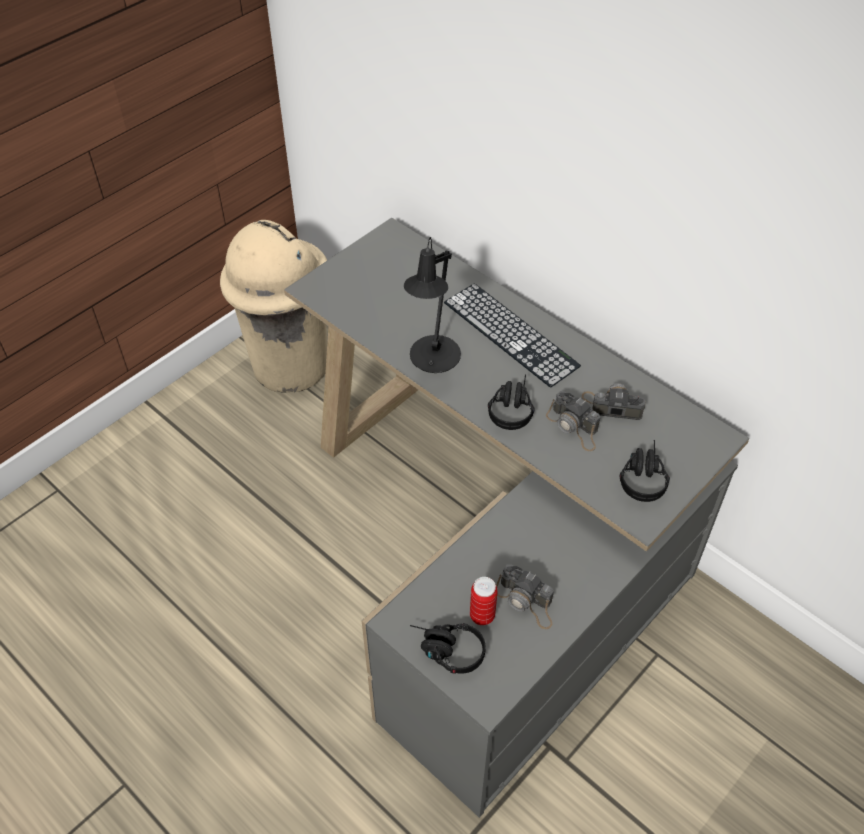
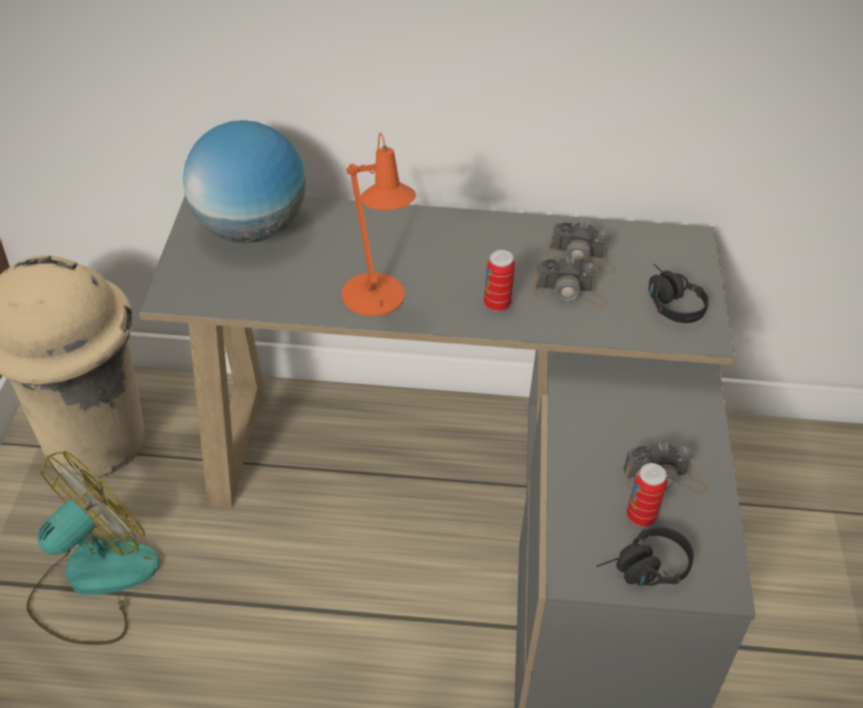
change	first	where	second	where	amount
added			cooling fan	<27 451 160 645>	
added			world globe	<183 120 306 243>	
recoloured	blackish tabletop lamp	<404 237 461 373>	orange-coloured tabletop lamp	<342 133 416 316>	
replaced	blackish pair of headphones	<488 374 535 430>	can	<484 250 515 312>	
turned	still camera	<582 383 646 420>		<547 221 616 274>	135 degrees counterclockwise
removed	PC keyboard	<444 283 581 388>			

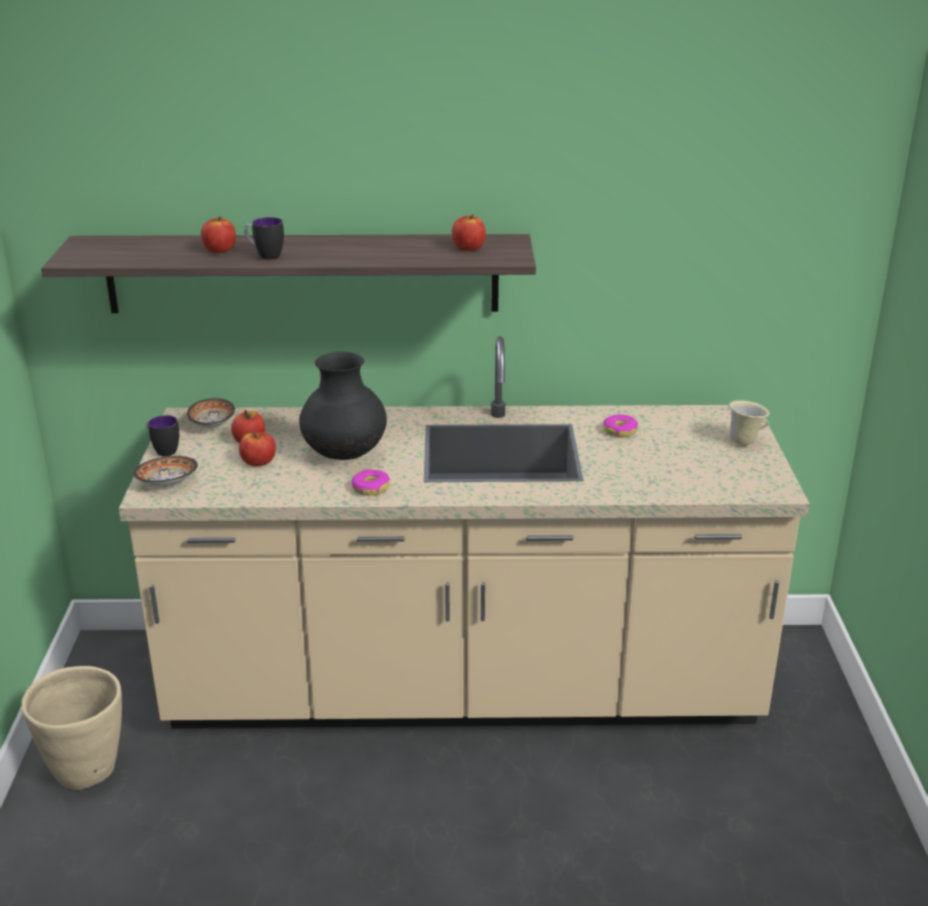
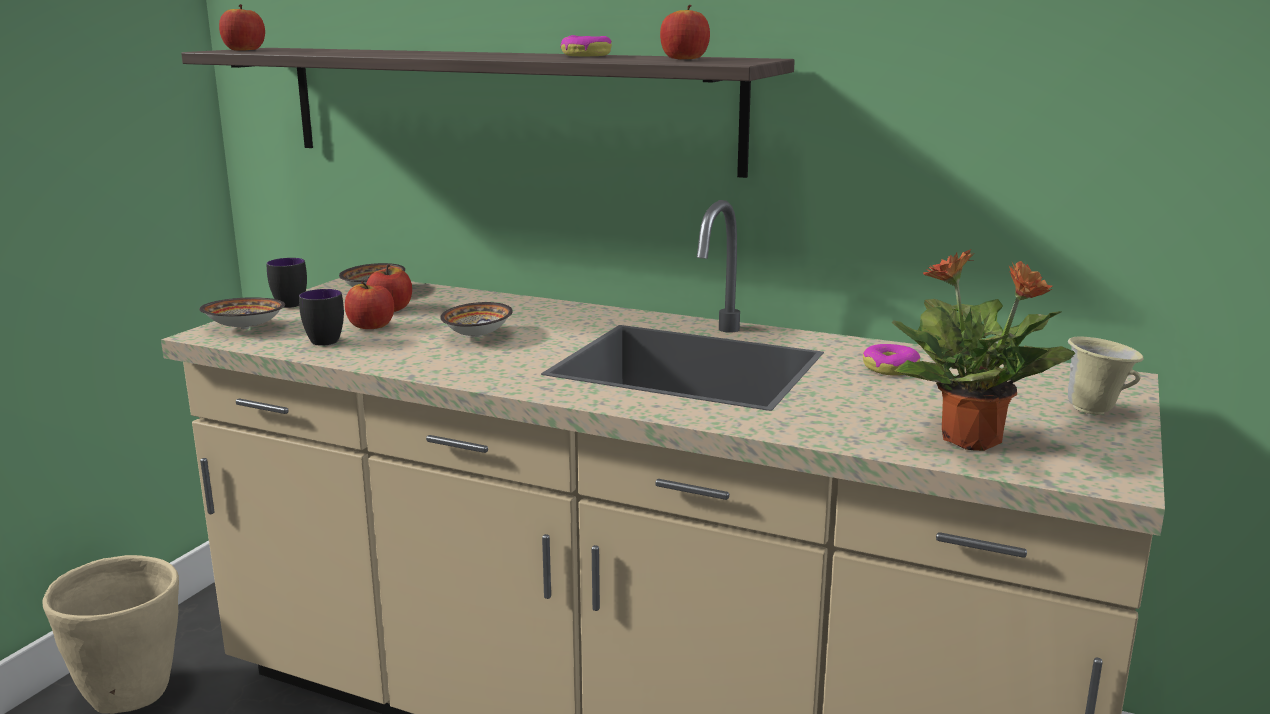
change	first	where	second	where	amount
moved	whole apple	<201 217 236 253>		<219 4 265 51>	
moved	coffee mug	<244 217 284 260>		<299 289 344 346>	
replaced	blackish flower vase	<299 352 387 460>	serving bowl	<440 302 513 337>	
moved	ring doughnut	<352 469 390 495>		<560 35 612 56>	
added			houseplant	<892 249 1076 451>	

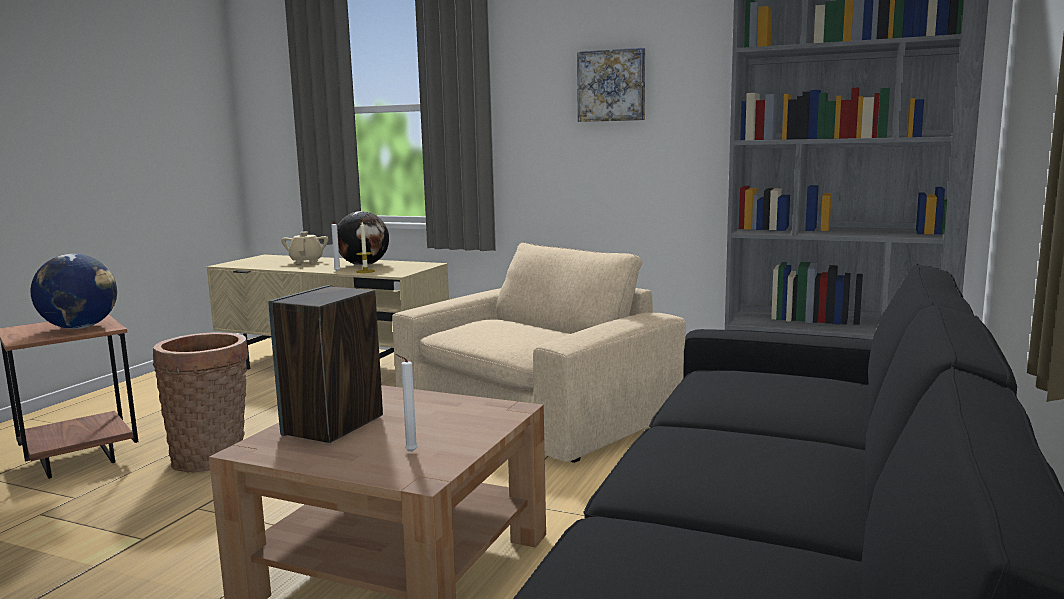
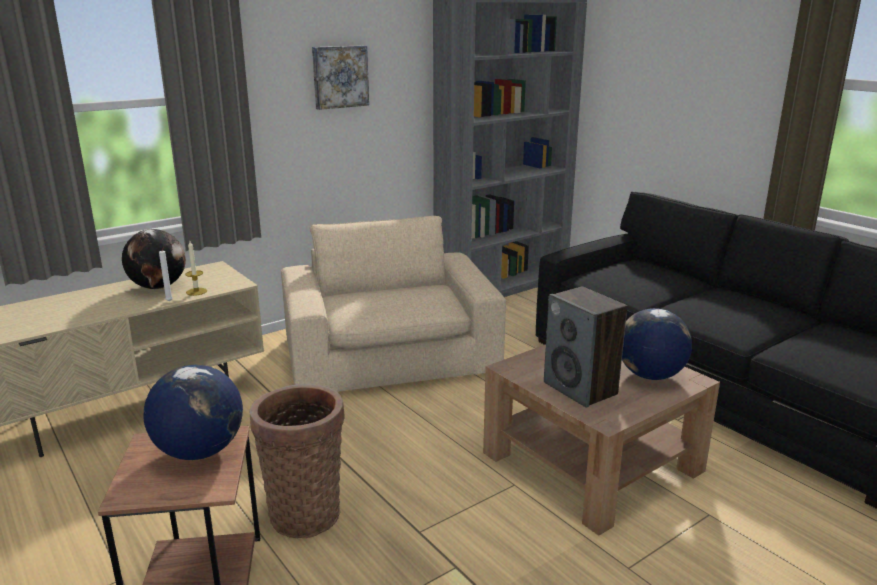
change	first	where	second	where	amount
replaced	white-coloured wax light	<395 354 418 452>	world globe	<622 308 692 380>	
removed	sand-coloured pot for tea	<281 232 328 264>			

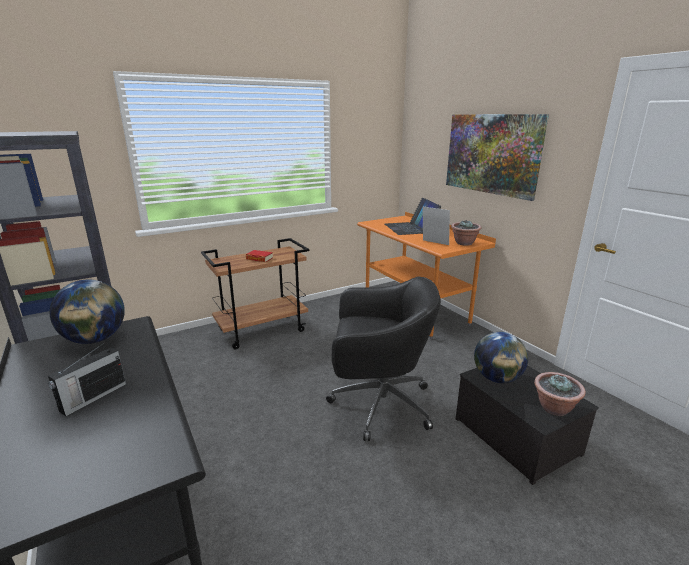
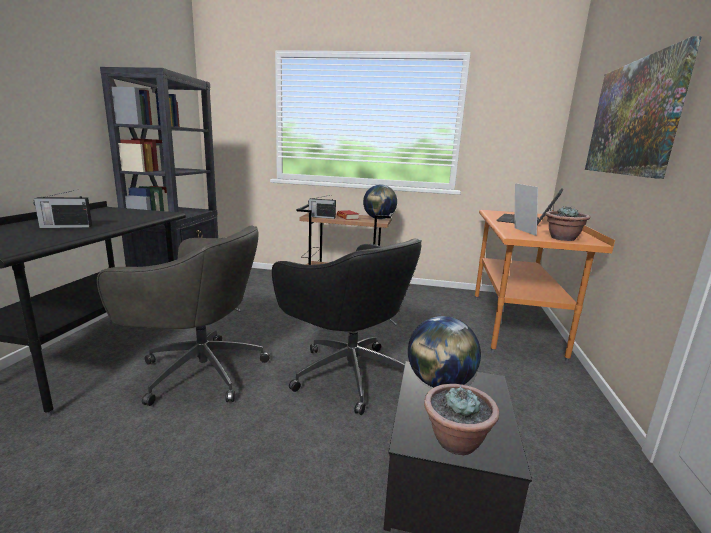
change	first	where	second	where	amount
added			grey office chair	<97 226 270 406>	
added			radio receiver	<308 195 336 219>	
moved	world globe	<50 280 125 344>		<363 184 397 219>	

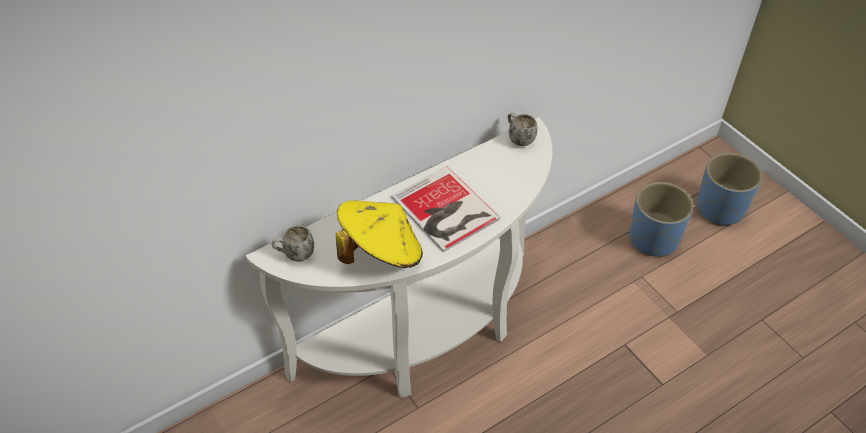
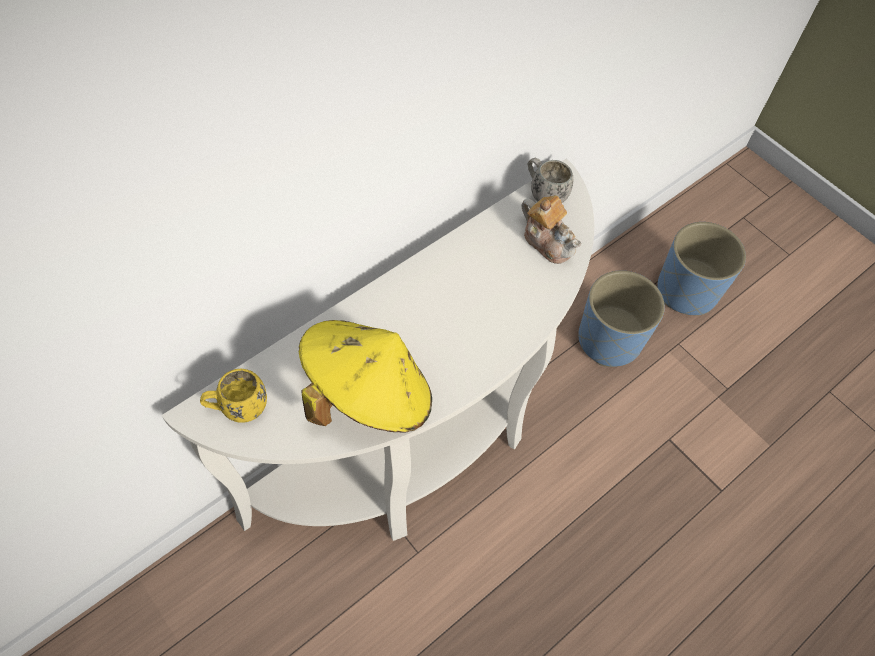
change	first	where	second	where	amount
recoloured	white-coloured coffee mug	<272 226 314 262>	yellow coffee mug	<200 369 267 423>	
added			pot for tea	<521 195 581 264>	
moved	blue-coloured planter	<697 153 762 225>		<578 270 665 367>	
removed	book	<391 166 501 252>			

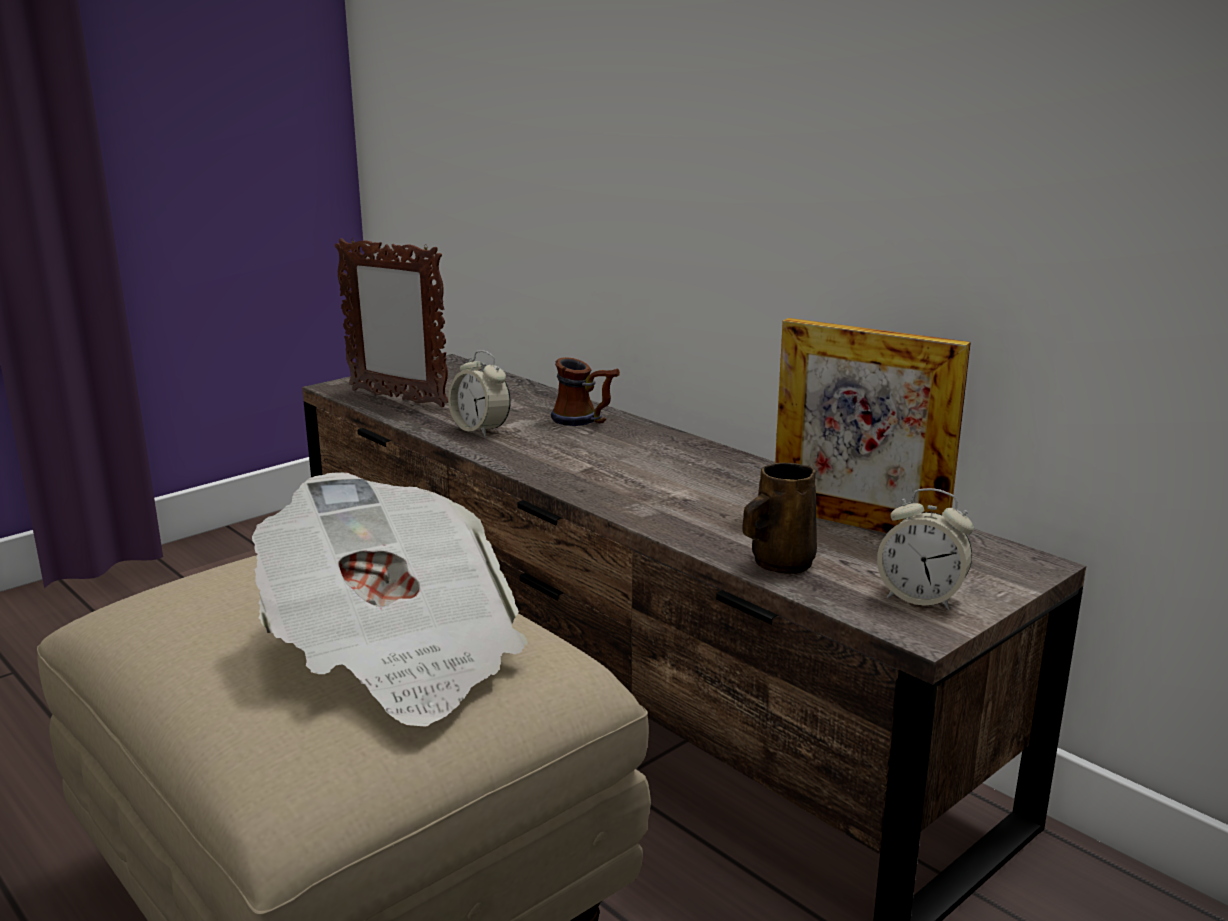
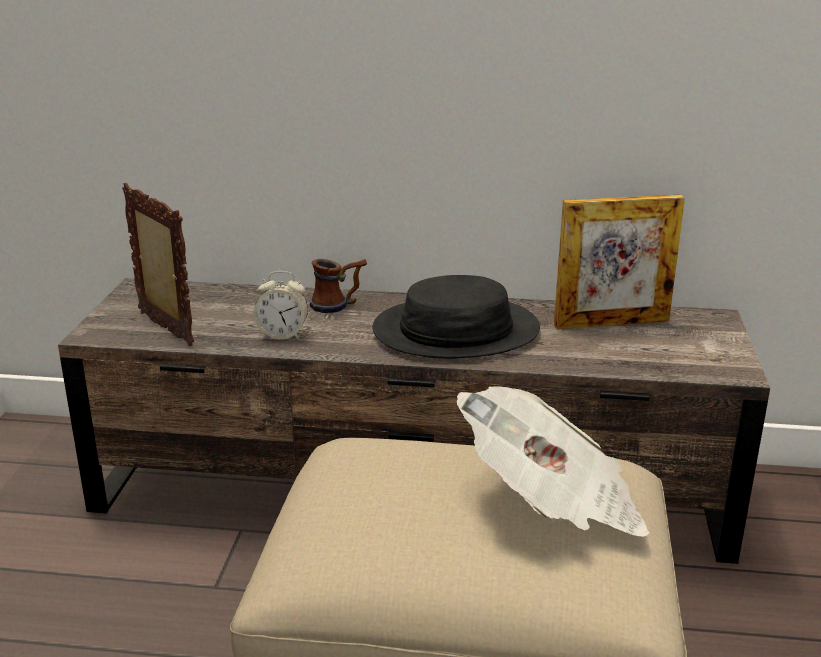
change	first	where	second	where	amount
turned	photo frame	<335 238 448 408>		<122 183 194 346>	120 degrees counterclockwise
added			blackish wearable hat	<373 275 540 359>	
removed	brownish coffee mug	<742 463 817 574>			
removed	alarm clock	<877 488 974 611>			

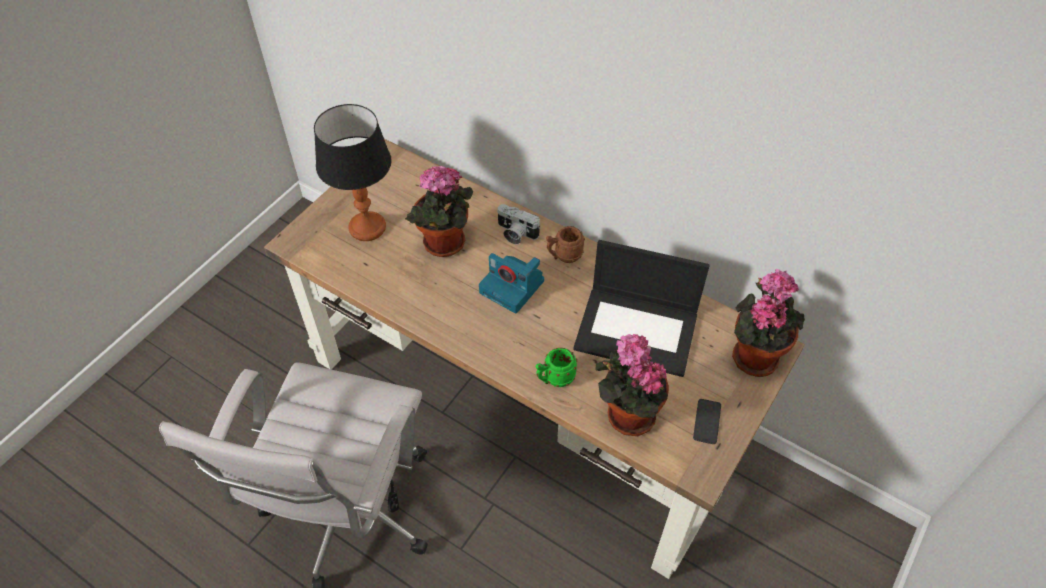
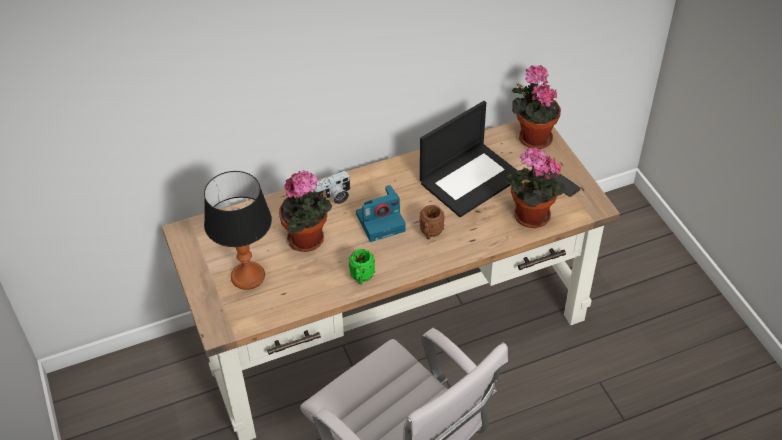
change	first	where	second	where	amount
moved	greenish coffee mug	<536 348 577 387>		<349 249 375 285>	
moved	brownish coffee mug	<546 226 585 263>		<419 205 445 239>	

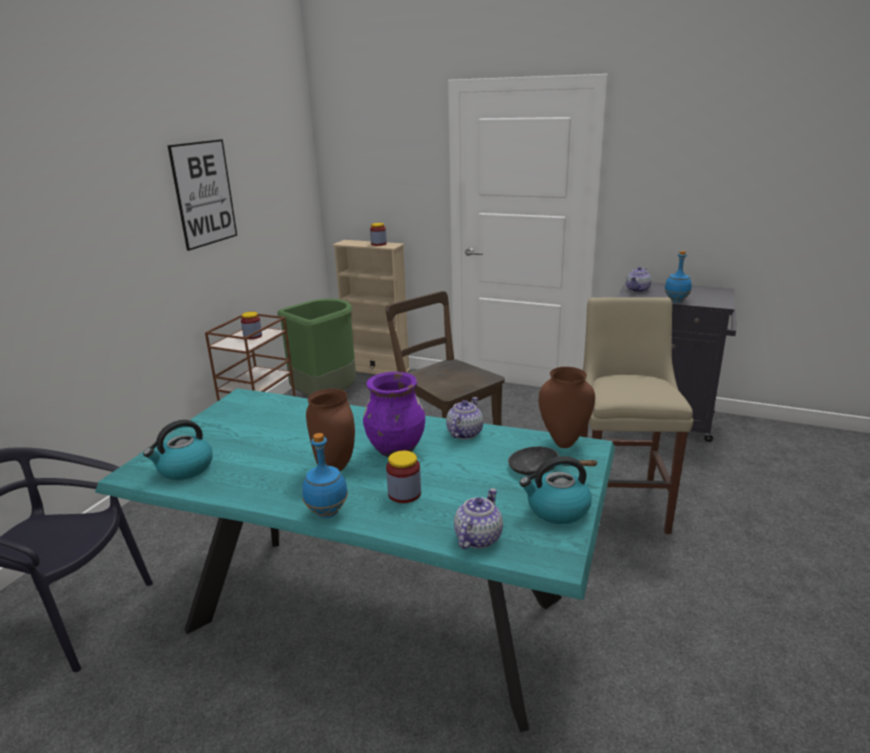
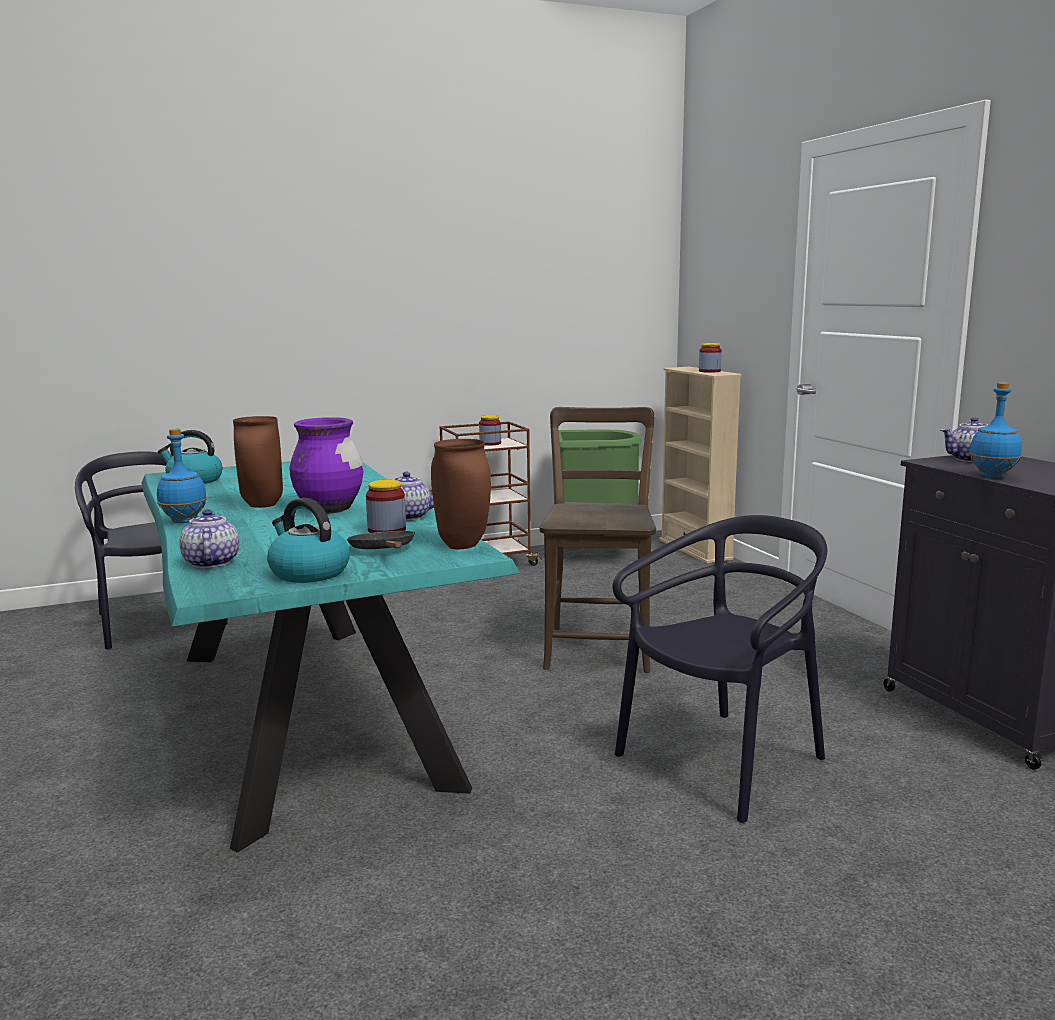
change	first	where	second	where	amount
turned	pot for tea	<454 488 503 549>		<179 509 239 568>	90 degrees counterclockwise
moved	jar	<386 451 421 503>		<366 480 406 533>	
replaced	sand-coloured stool seat	<580 297 693 534>	blackish upright chair	<612 515 827 823>	
removed	wall picture	<167 139 237 251>			

